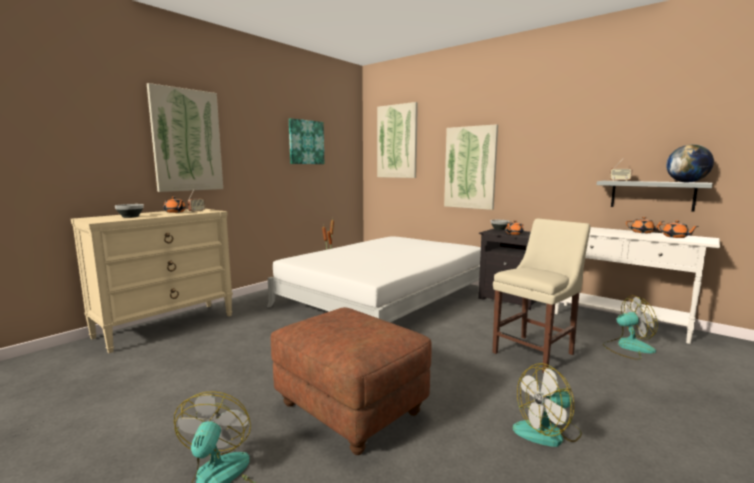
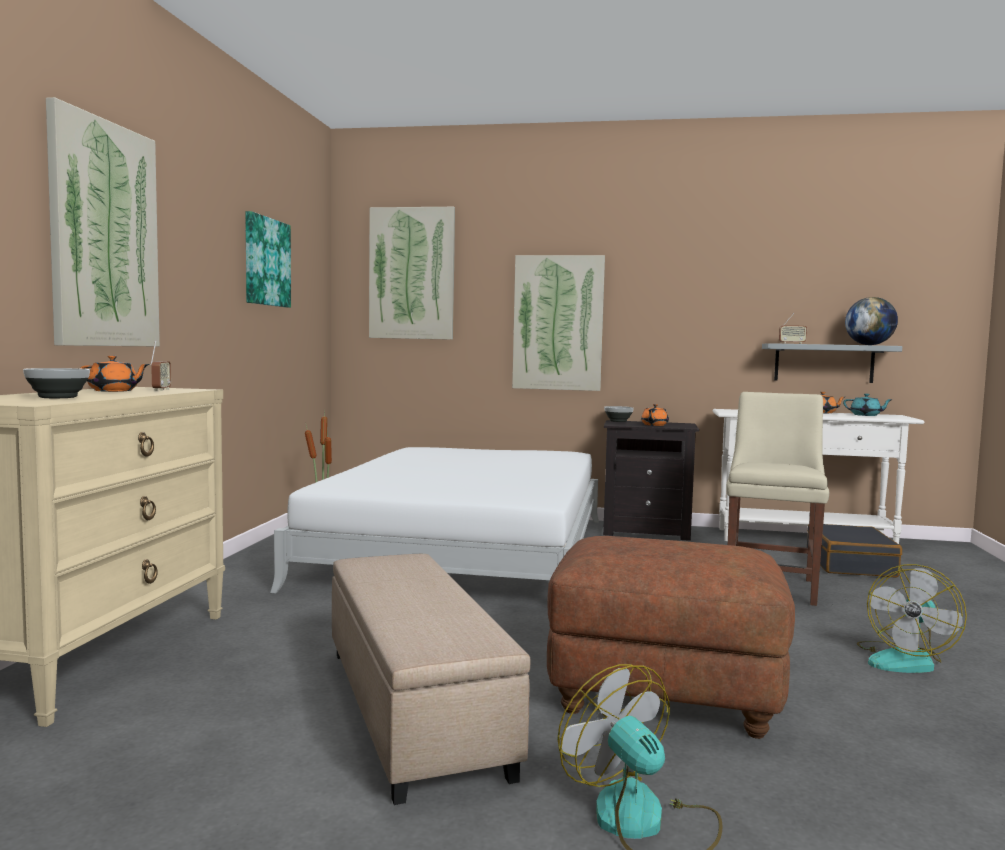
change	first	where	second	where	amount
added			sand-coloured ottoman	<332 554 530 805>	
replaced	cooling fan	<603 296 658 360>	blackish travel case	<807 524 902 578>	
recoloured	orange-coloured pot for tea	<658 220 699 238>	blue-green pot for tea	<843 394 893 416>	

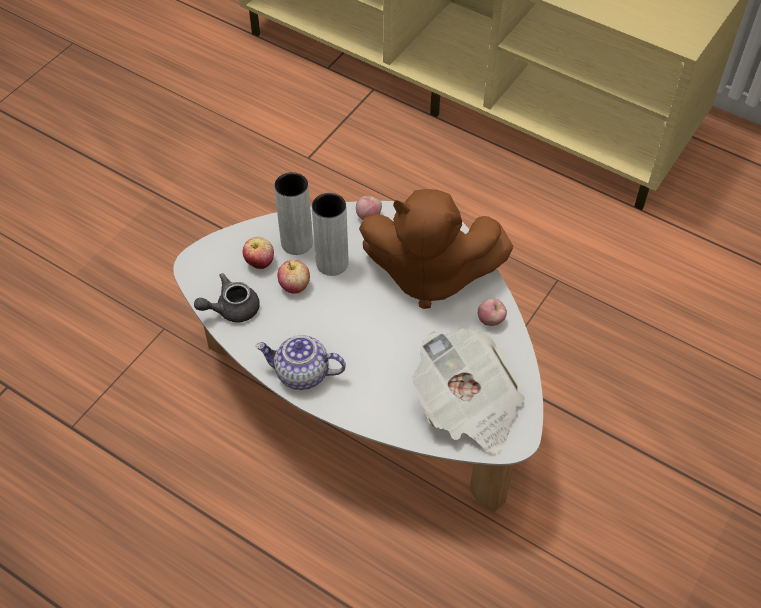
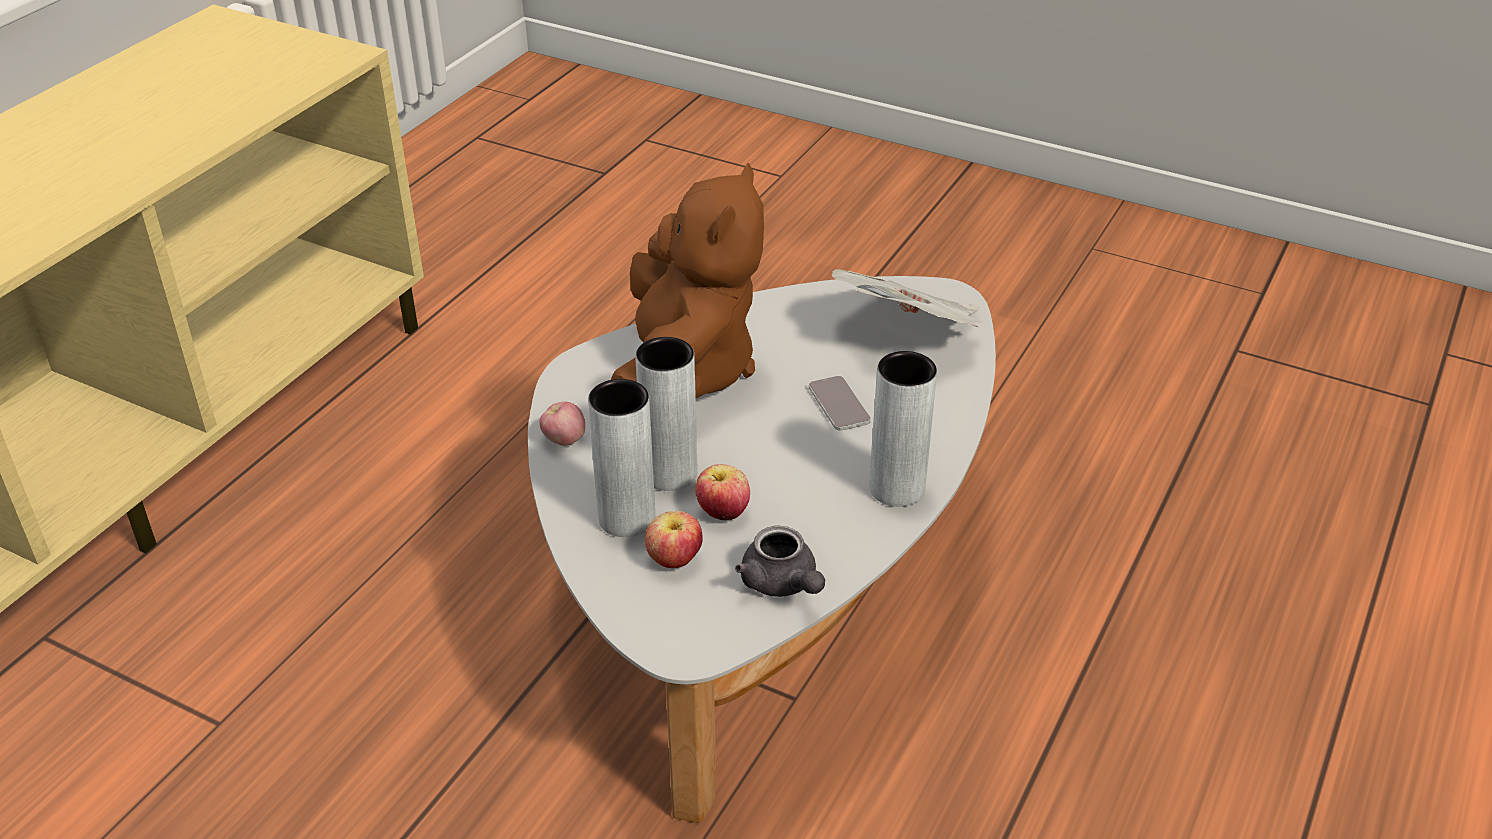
change	first	where	second	where	amount
added			phone	<809 376 871 431>	
replaced	pot for tea	<255 335 346 390>	grey flower vase	<869 351 937 507>	
removed	whole apple	<478 298 507 326>			

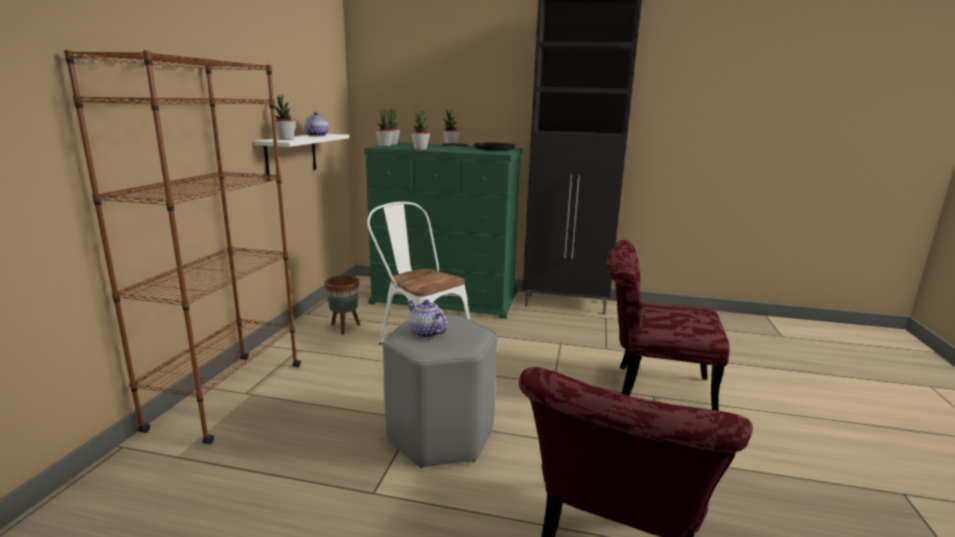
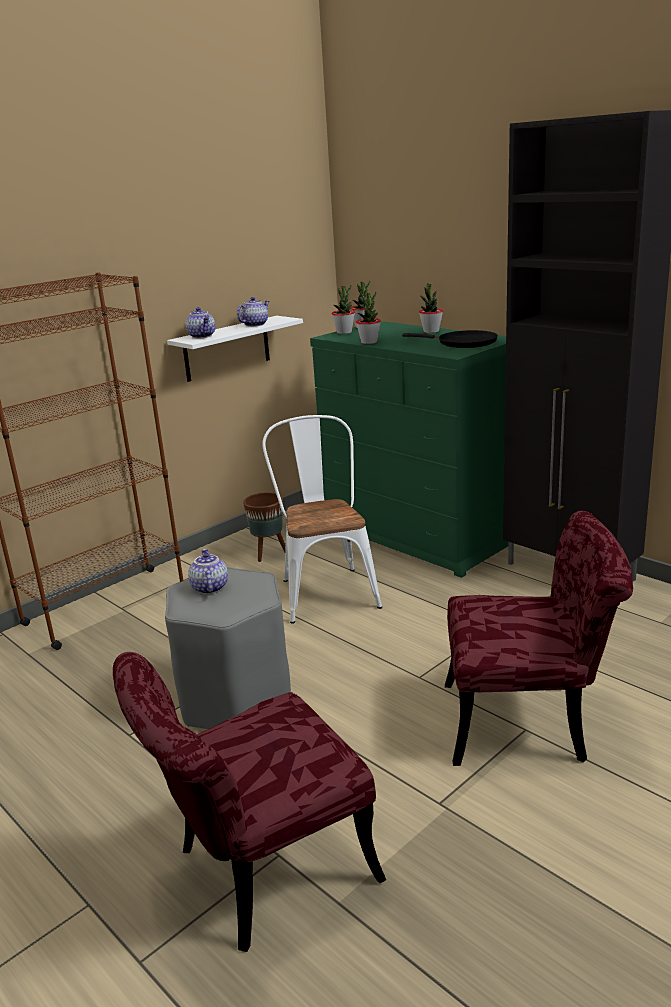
change	first	where	second	where	amount
replaced	houseplant	<275 94 296 140>	pot for tea	<186 307 215 339>	
turned	red-coloured upright chair	<606 240 730 411>		<445 511 633 766>	135 degrees clockwise

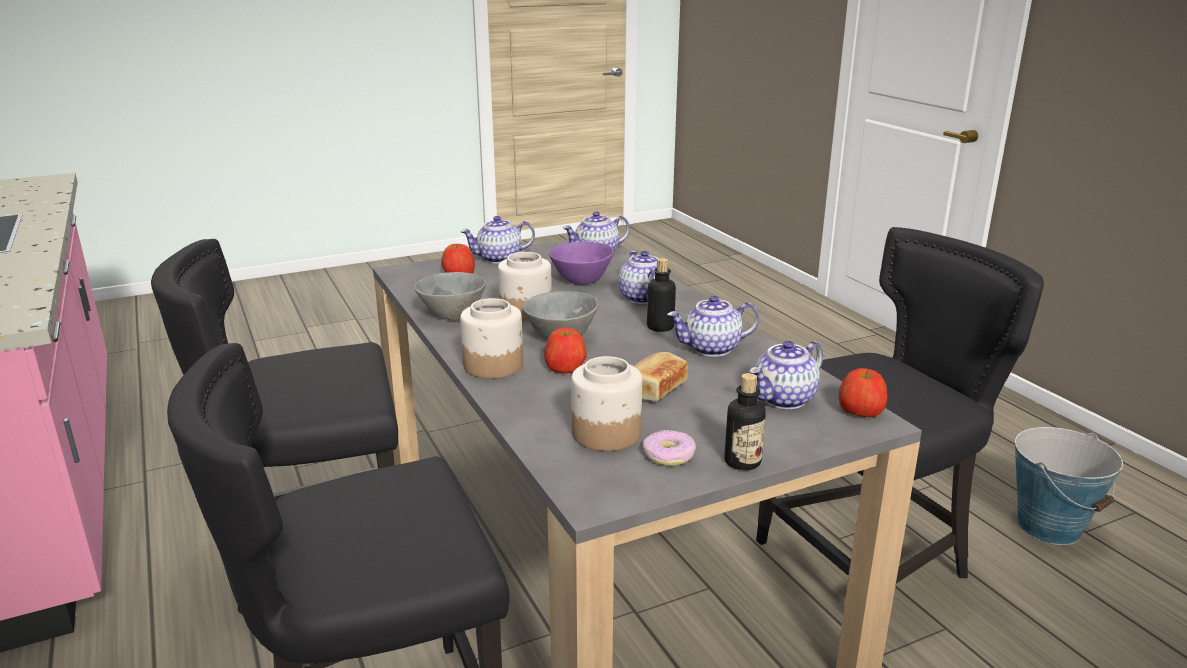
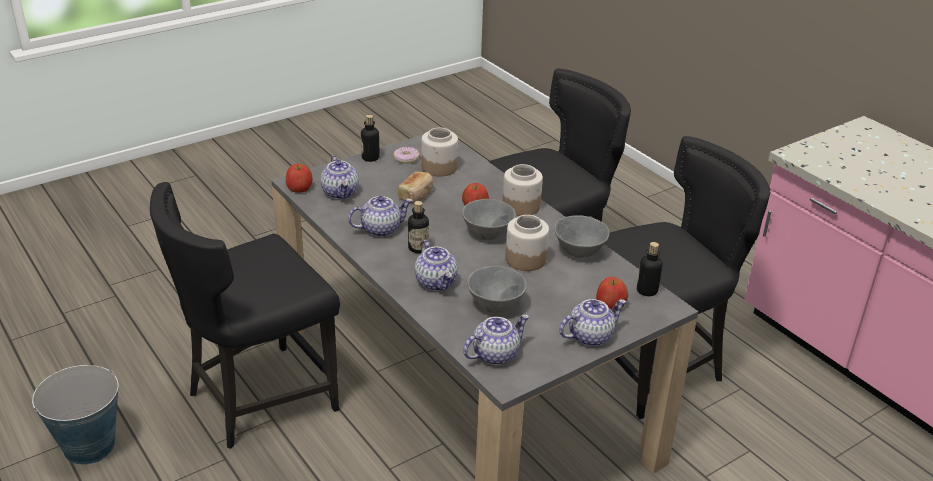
change	first	where	second	where	amount
turned	pot for tea	<749 341 823 409>		<321 155 359 199>	120 degrees clockwise
recoloured	purple serving bowl	<549 242 614 285>	grey serving bowl	<467 266 527 313>	
added			bottle	<637 242 663 296>	

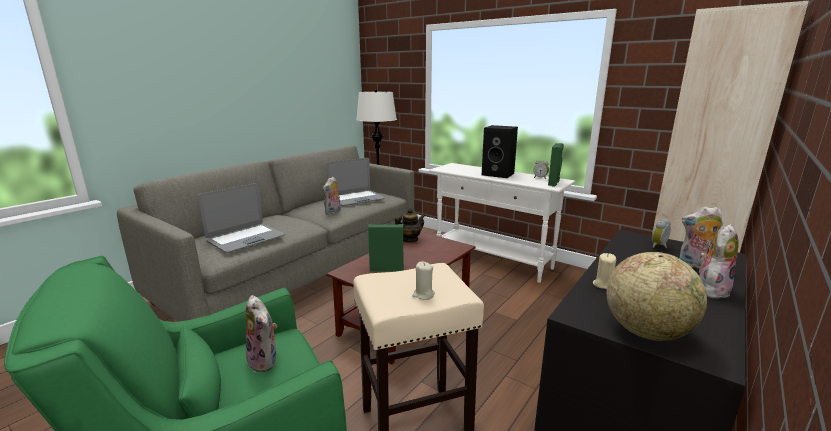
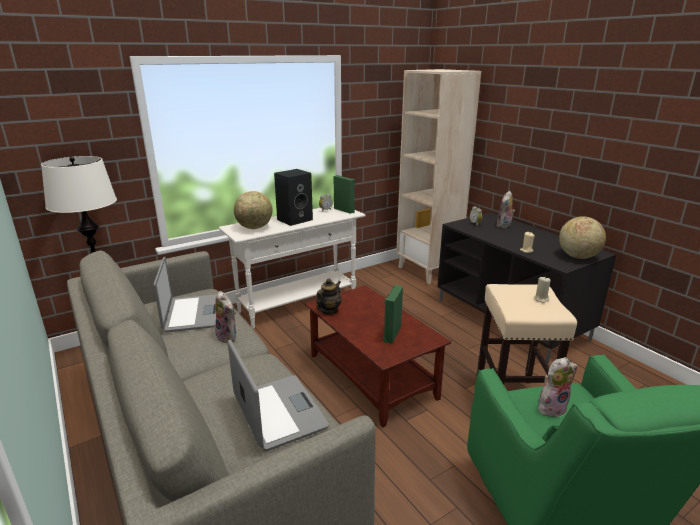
change	first	where	second	where	amount
added			world globe	<234 191 273 229>	
turned	pot for tea	<395 208 426 242>		<316 278 342 315>	45 degrees clockwise
removed	plush toy	<699 224 738 298>			

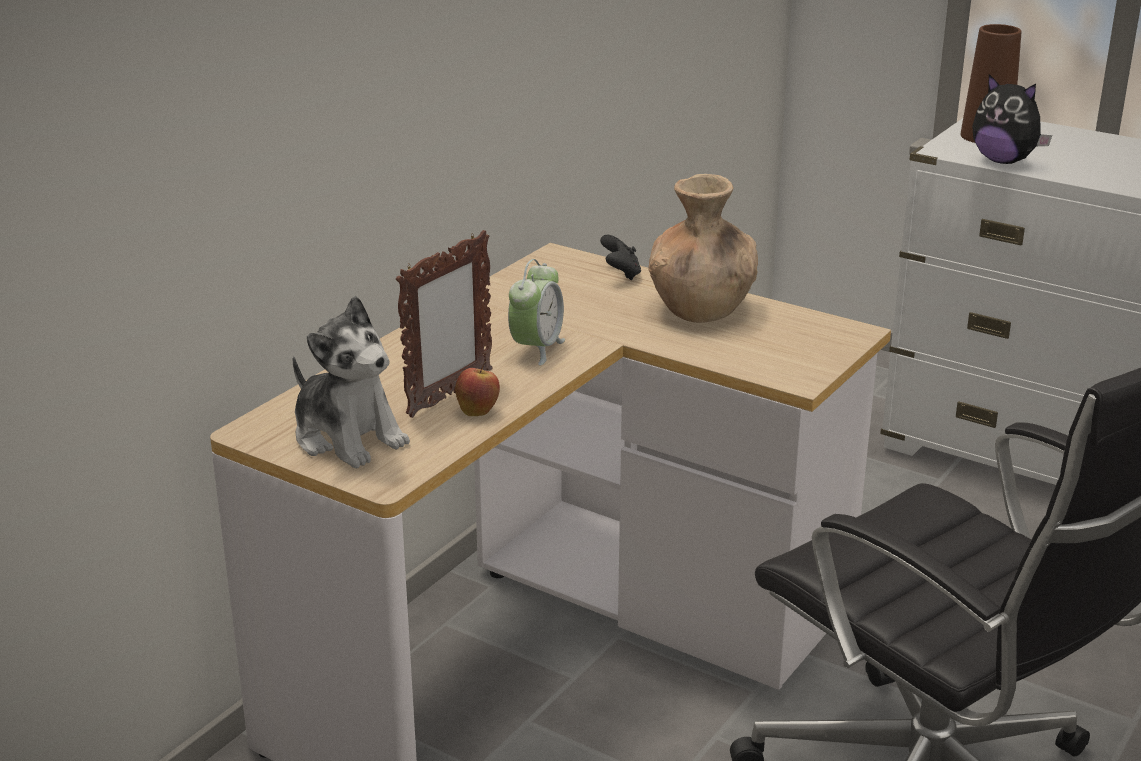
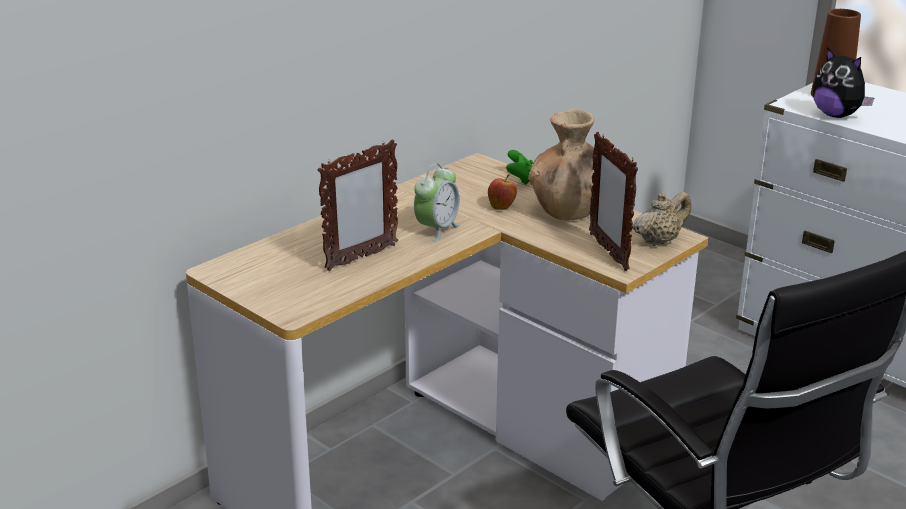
change	first	where	second	where	amount
moved	whole apple	<455 361 500 416>		<488 175 517 210>	
recoloured	blackish joypad	<600 235 641 280>	greenish joypad	<506 150 533 185>	
added			photo frame	<589 132 638 271>	
added			sand-coloured pot for tea	<633 192 691 246>	
removed	plush toy	<292 296 410 468>			

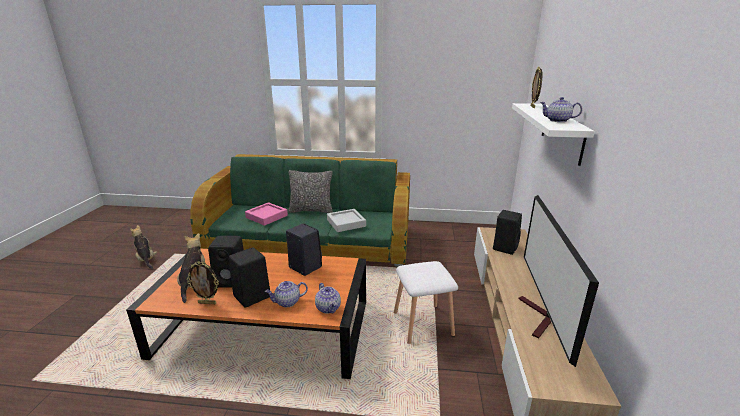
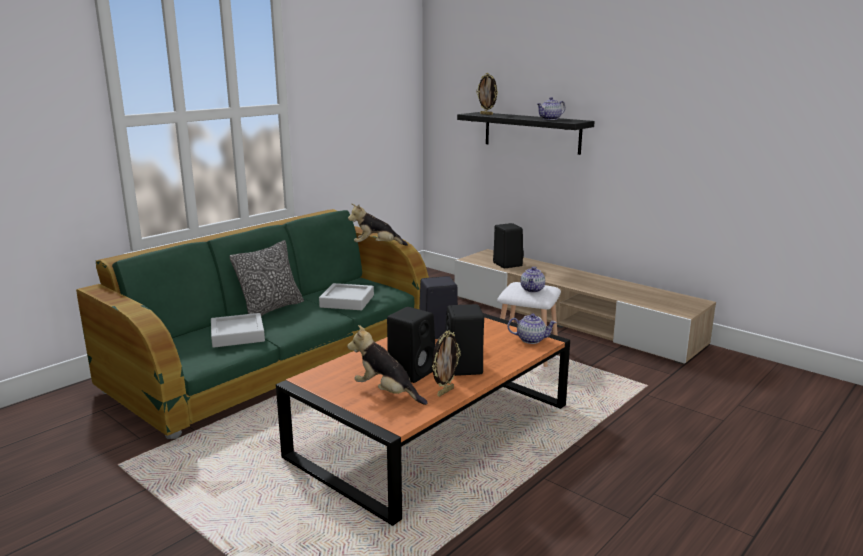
change	first	where	second	where	amount
recoloured	pink carrying tray	<245 202 288 226>	grey carrying tray	<211 313 265 348>	
moved	plush toy	<130 225 157 269>		<348 204 408 246>	
recoloured	white-coloured bracket shelf	<512 103 595 166>	blackish bracket shelf	<457 112 595 155>	
moved	pot for tea	<265 281 308 307>		<520 266 545 292>	
removed	TV set	<518 195 599 367>			

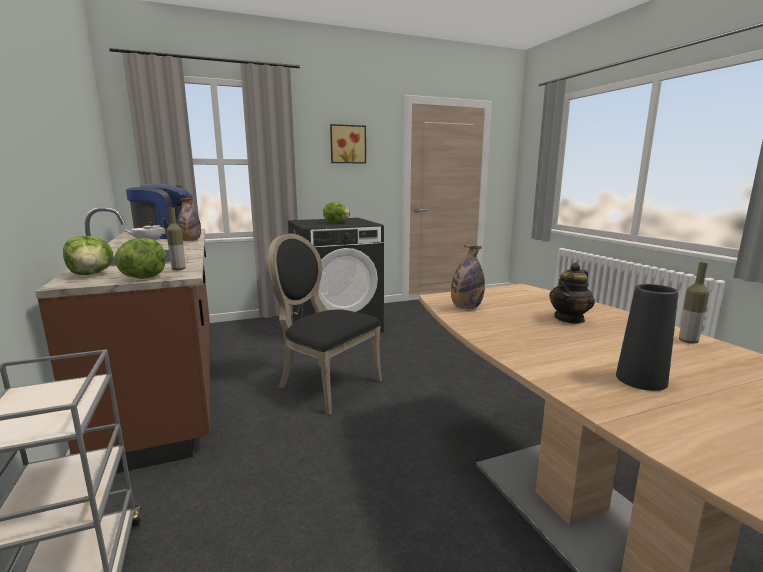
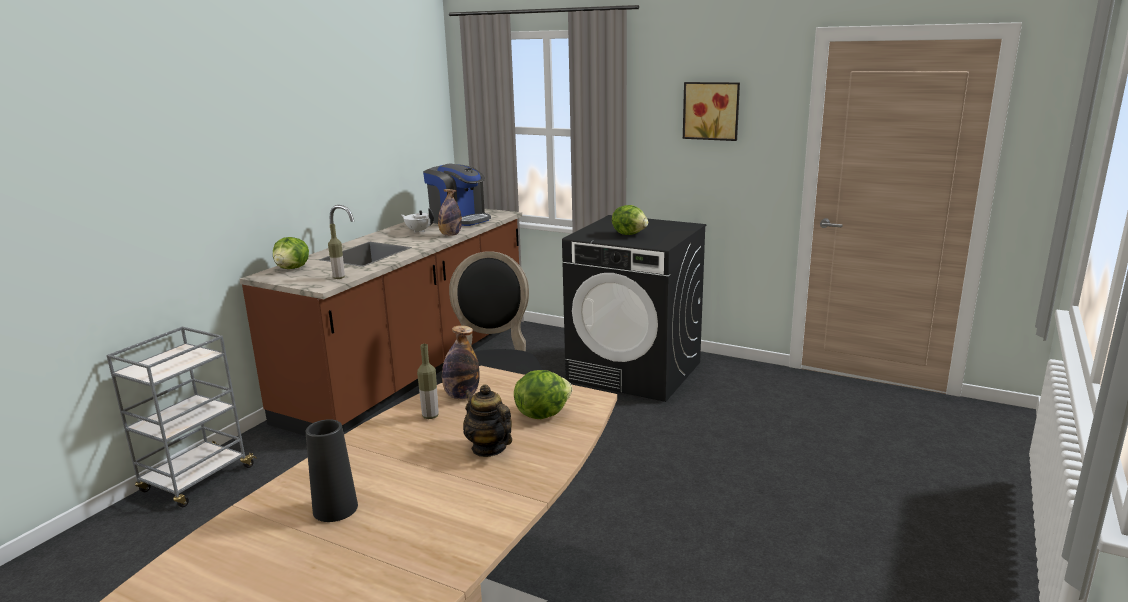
change	first	where	second	where	amount
moved	bottle	<679 262 709 344>		<417 344 439 419>	
turned	pot for tea	<549 263 595 324>		<463 384 512 457>	45 degrees clockwise
moved	lettuce head	<115 238 166 279>		<514 370 573 419>	

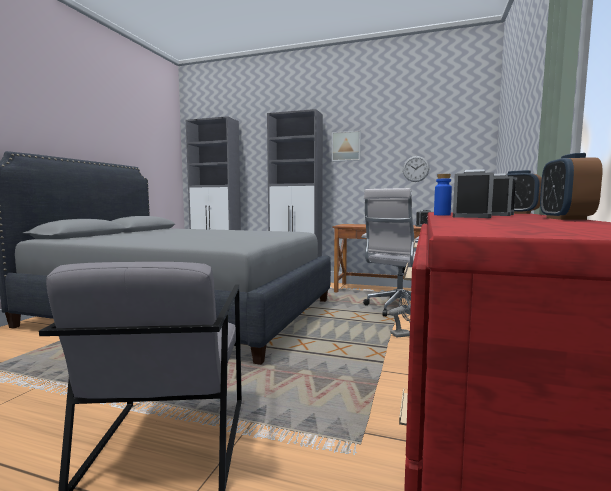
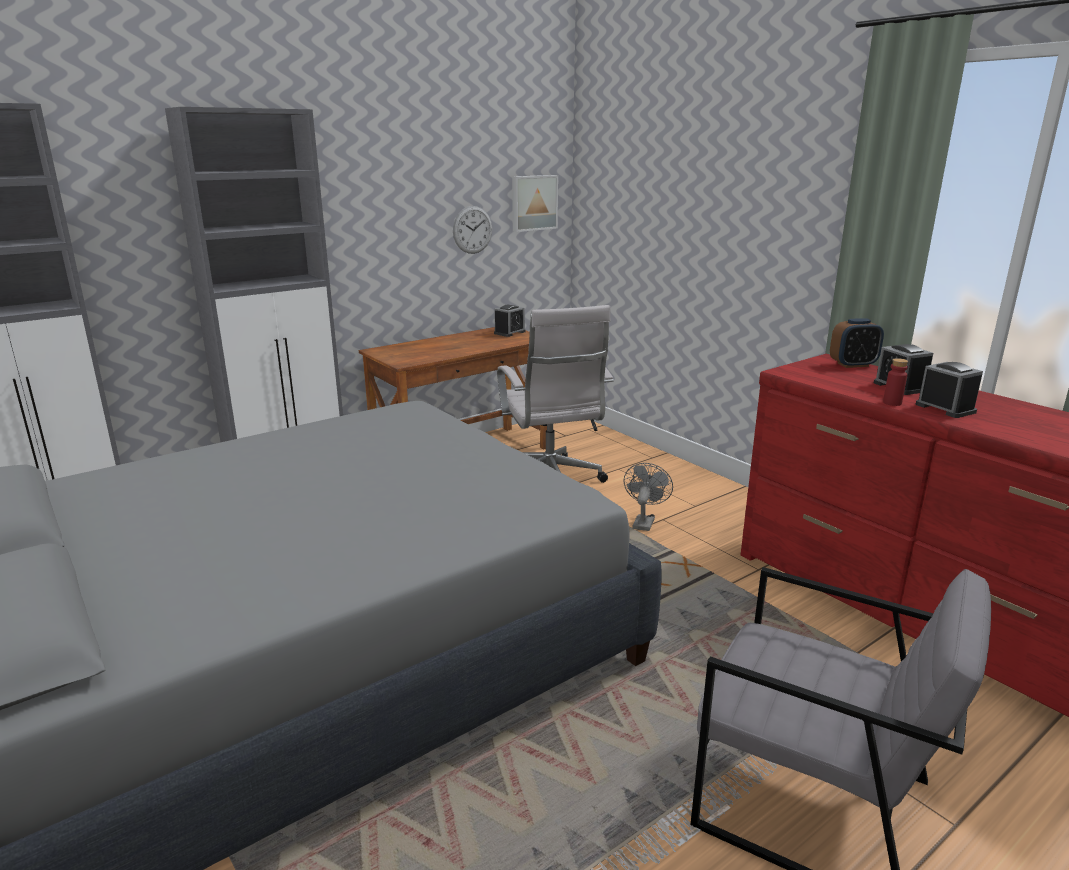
change	first	where	second	where	amount
moved	wall picture	<332 130 361 162>		<512 175 558 232>	
recoloured	blue-coloured bottle	<434 174 452 216>	red-coloured bottle	<883 358 908 406>	
removed	alarm clock	<540 153 603 220>			

